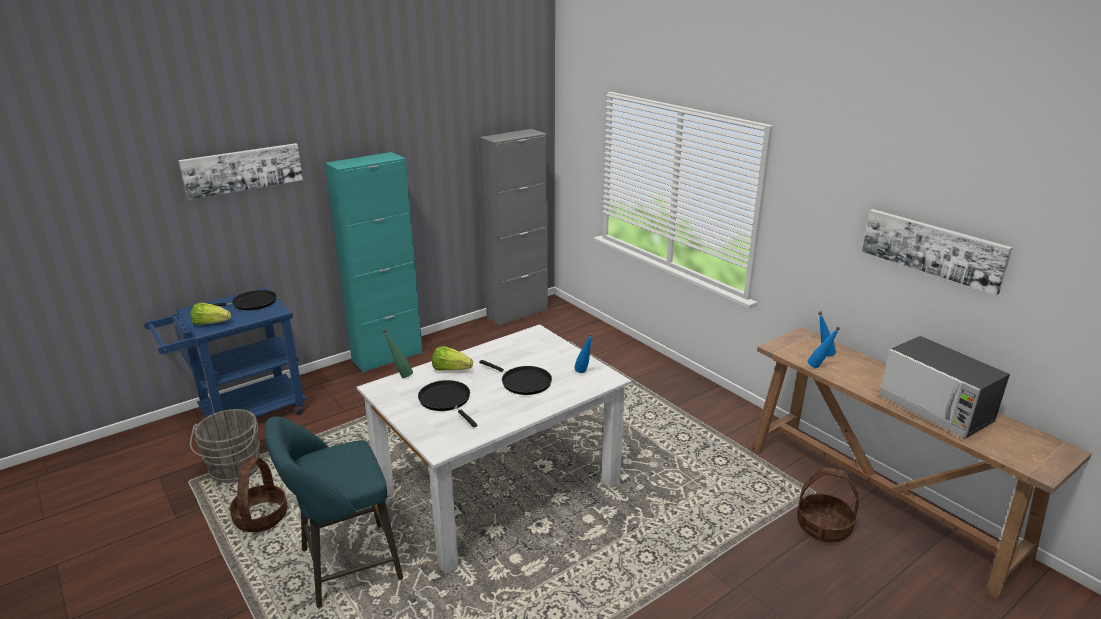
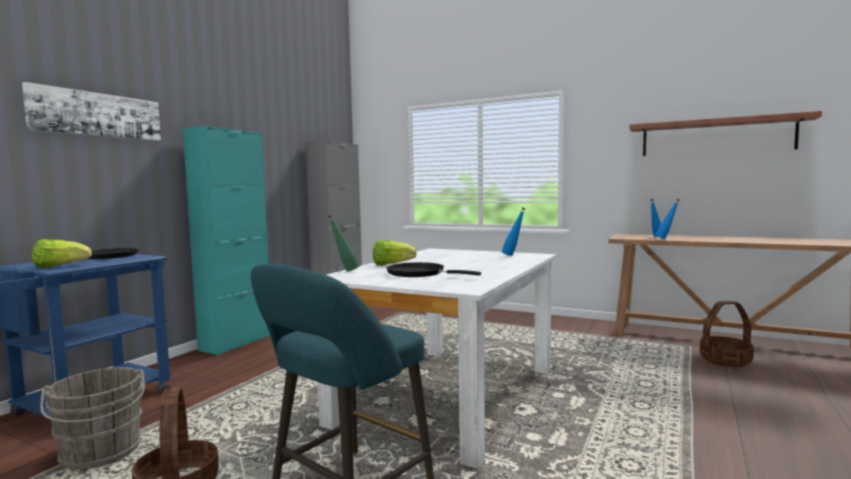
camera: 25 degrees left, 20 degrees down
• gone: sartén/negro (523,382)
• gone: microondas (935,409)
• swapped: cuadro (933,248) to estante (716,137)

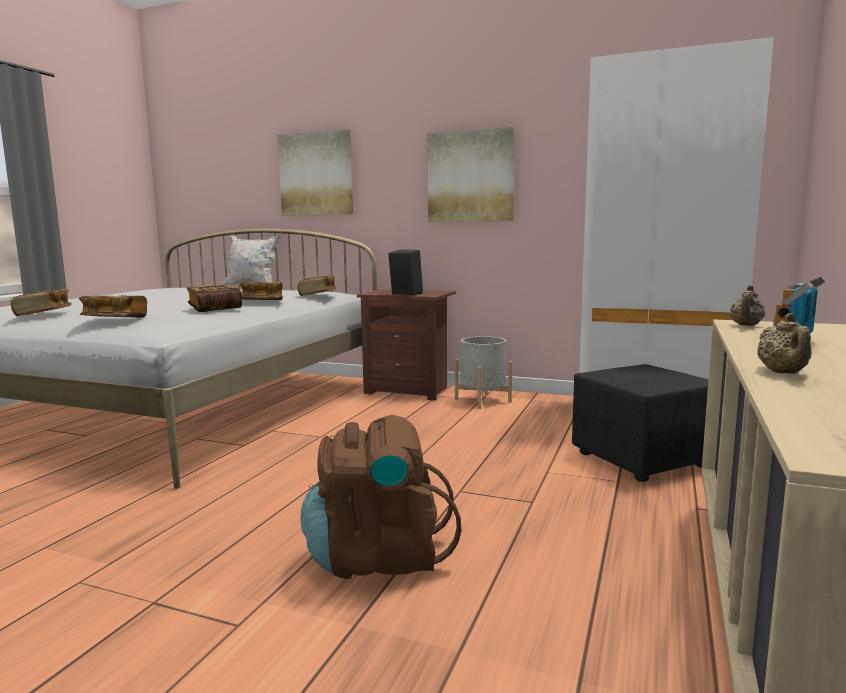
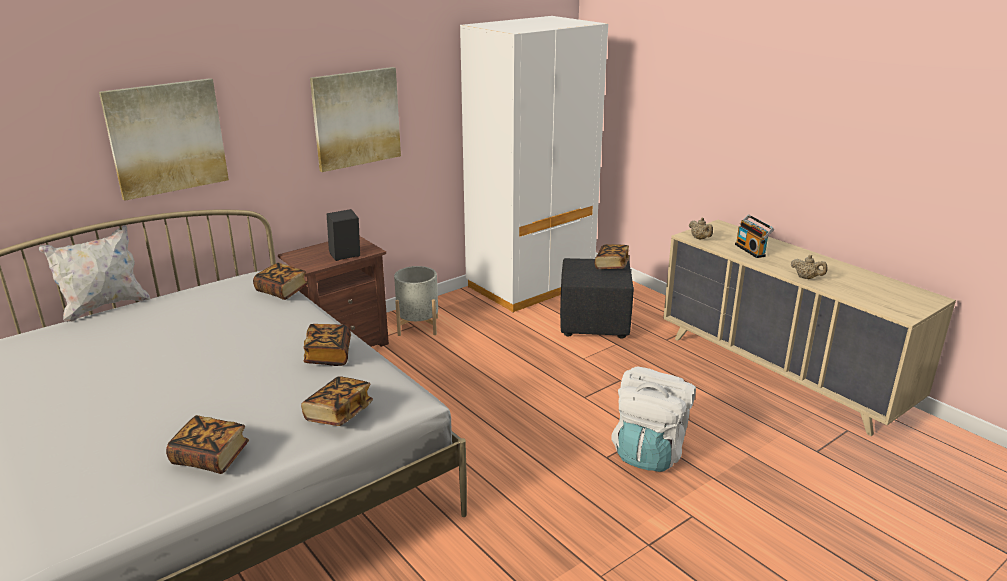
camera: 60 degrees left, 15 degrees up
• shifted: libro (262,301) to (611,265)
• repainted: mochila/marrón (378,557) to mochila/blanco (649,452)

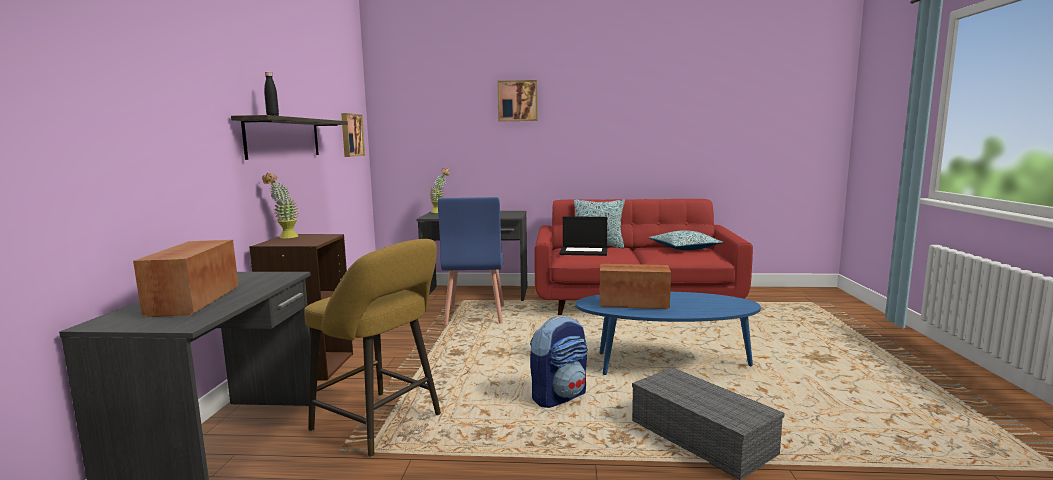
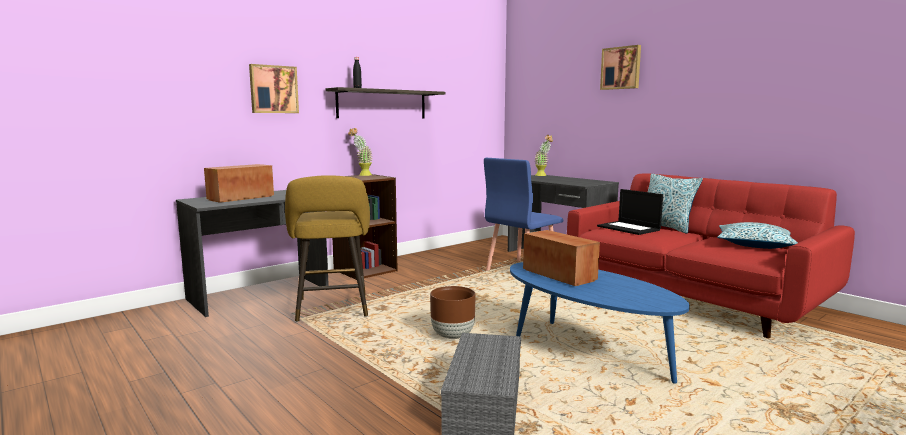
camera: 45 degrees right, 0 degrees up
• shifted: cuadro (351,135) to (273,89)
• swapped: mochila (559,396) to maceta/marrón (453,336)

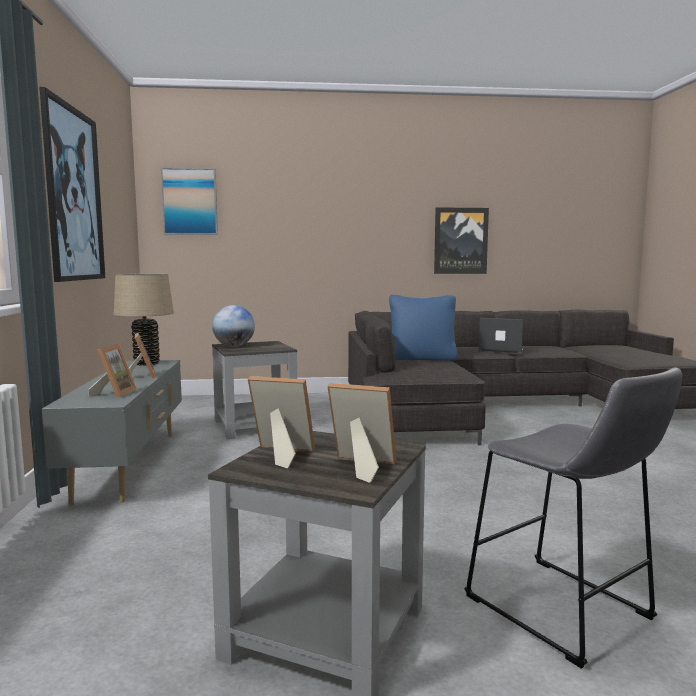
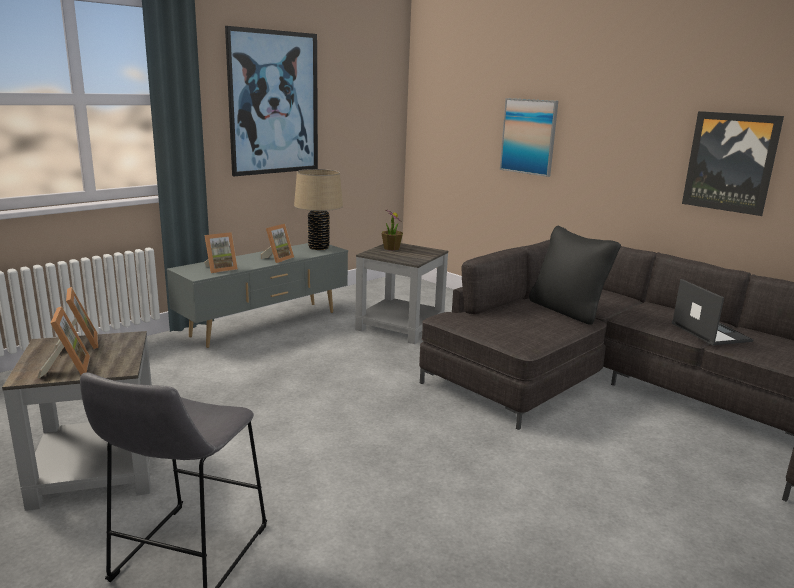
camera: 50 degrees right, 10 degrees up
• shifted: cuadro (190,202) to (529,136)
• swapped: globo terráqueo (234,346) to planta en maceta (391,248)
• repainted: cojín/azul (421,358) to cojín/negro (567,310)

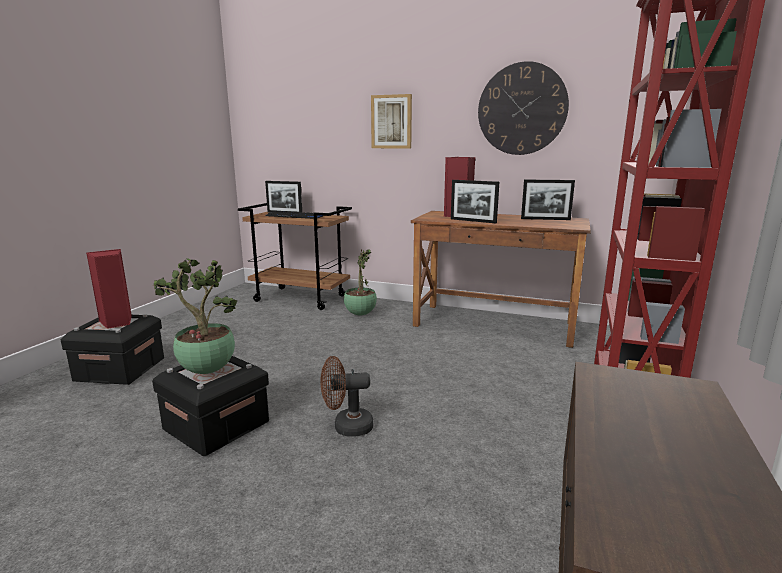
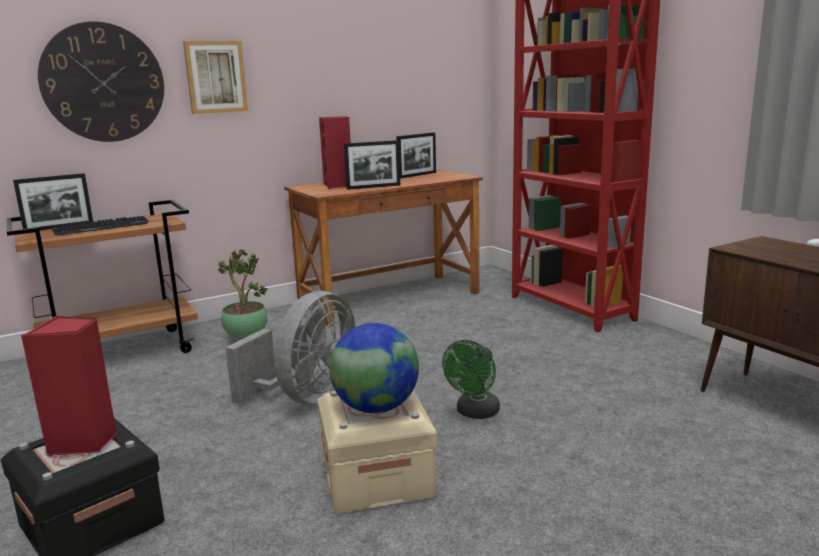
camera: 50 degrees left, 0 degrees up
• new: ventilador/gris (307,397)
• shifted: reloj de pared (522,109) to (103,83)
• swapped: planta en maceta (206,371) to globo terráqueo (376,407)
• repainted: caja de almacenaje/negro (216,425) to caja de almacenaje/beis (377,478)
• repainted: ventilador/marrón (346,427) to ventilador/verde (475,413)

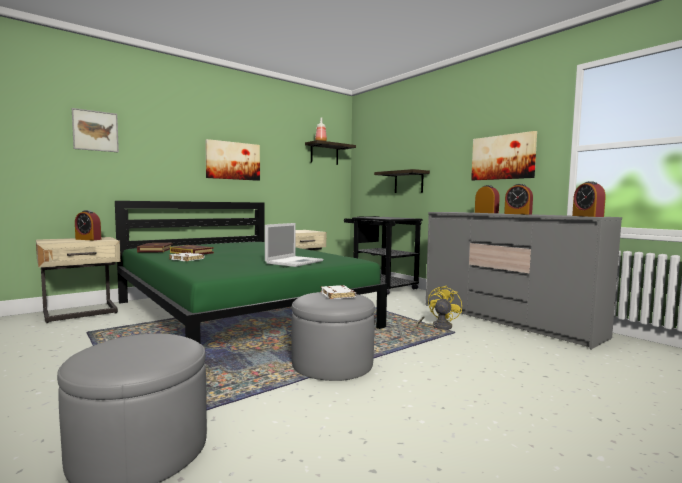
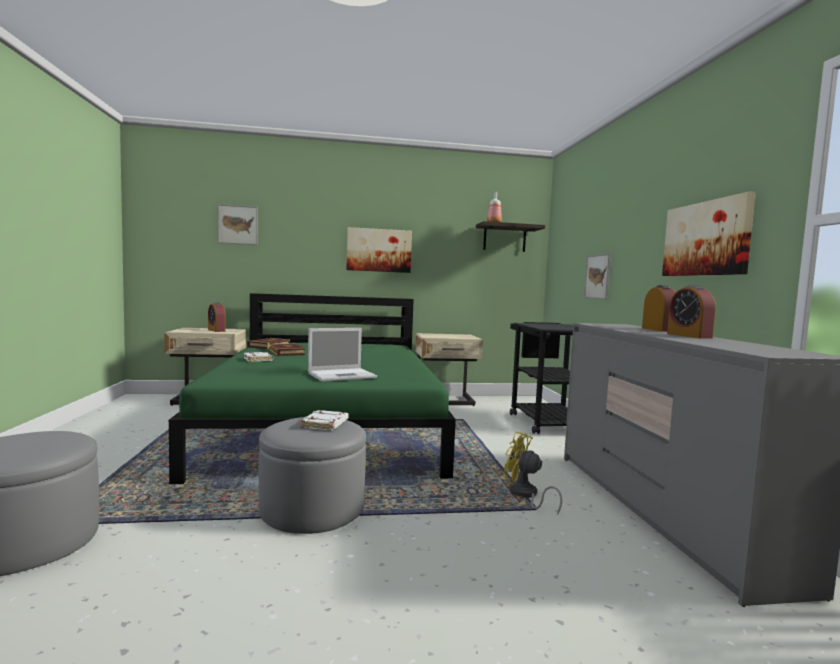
camera: 30 degrees right, 0 degrees up
• gone: despertador (587,216)
• swapped: estante (408,182) to cuadro (597,276)
• rotated: ventilador/amarillo (437,327) = (525,495) 120 degrees counterclockwise

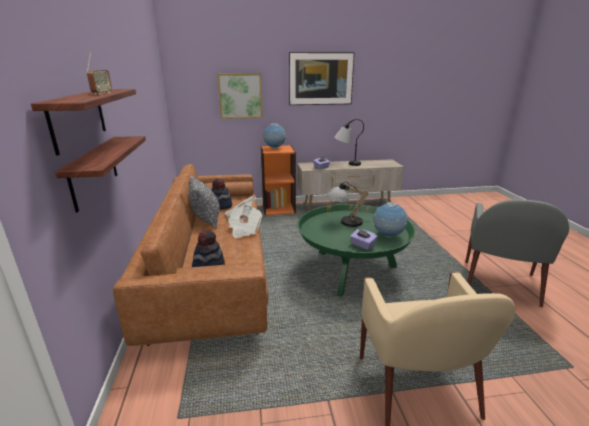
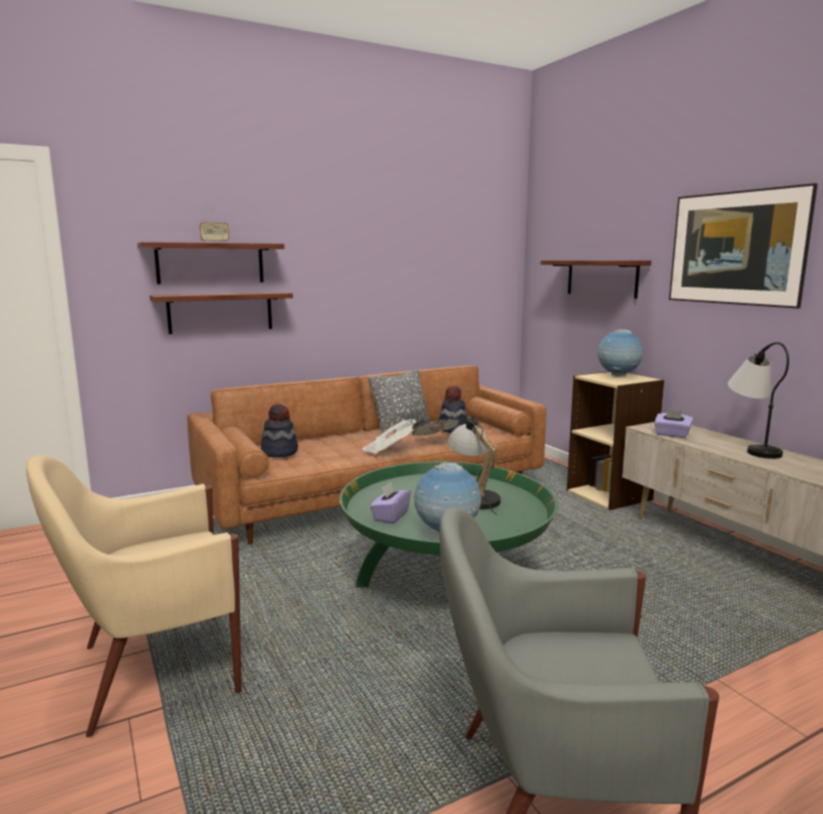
camera: 70 degrees right, 10 degrees down
• swapped: cuadro (240,96) to estante (602,278)
• repainted: estantería/naranja (278,208) to estantería/beis (609,495)

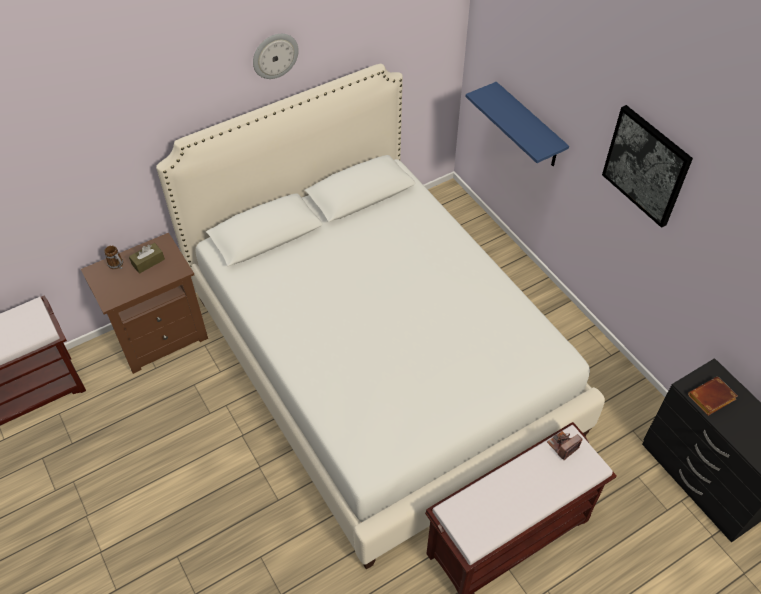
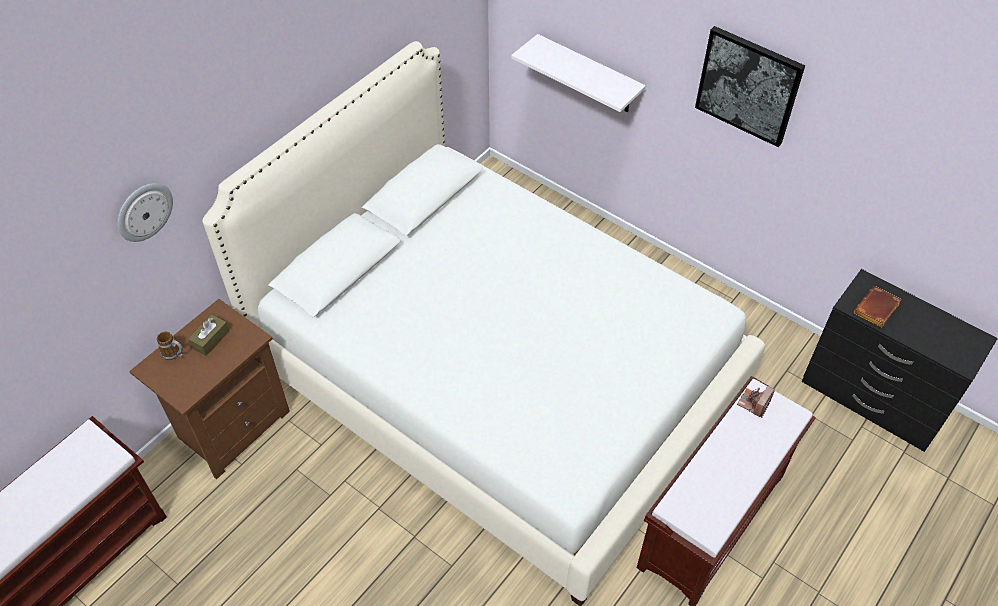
camera: 20 degrees left, 0 degrees up
• shifted: reloj de pared (275,55) to (144,211)
• repainted: estante/azul (529,126) to estante/blanco (588,75)

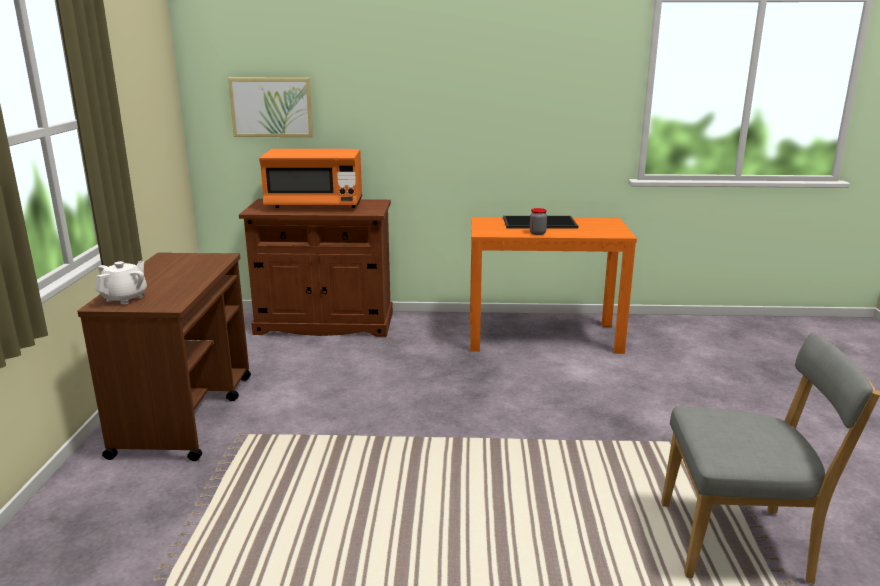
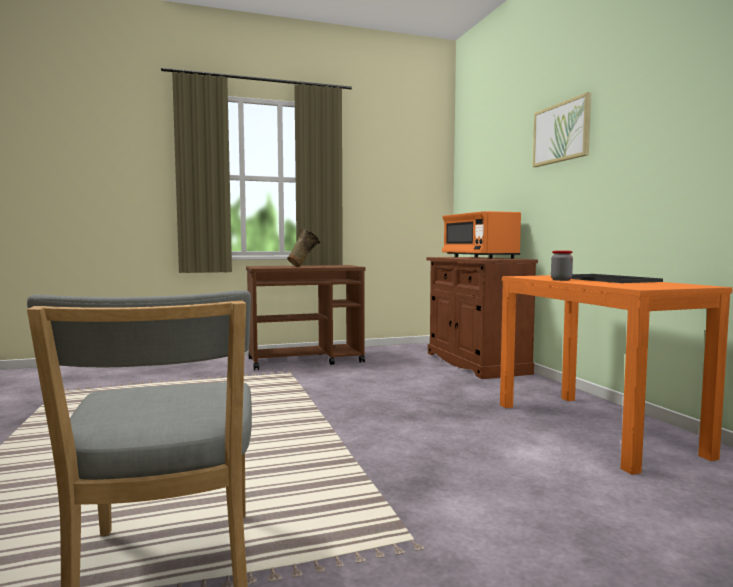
camera: 70 degrees right, 15 degrees down
• gone: tetera/blanco (125,298)
• new: florero/beis (304,266)
• shifted: cuadro (271,107) to (561,132)

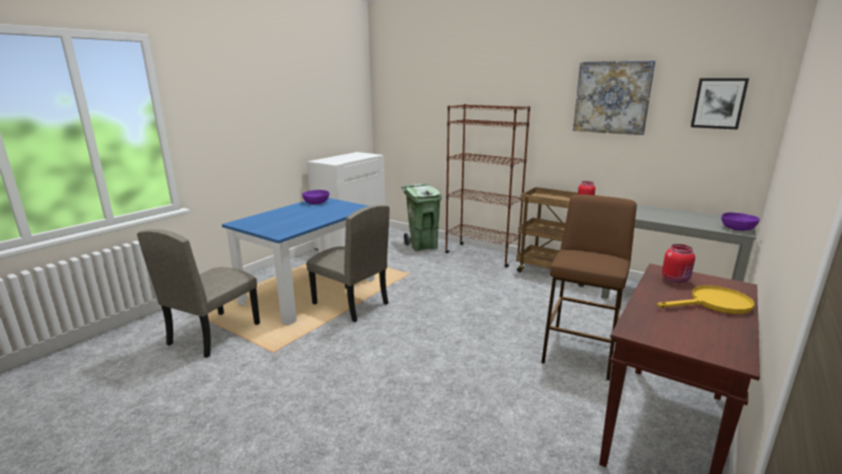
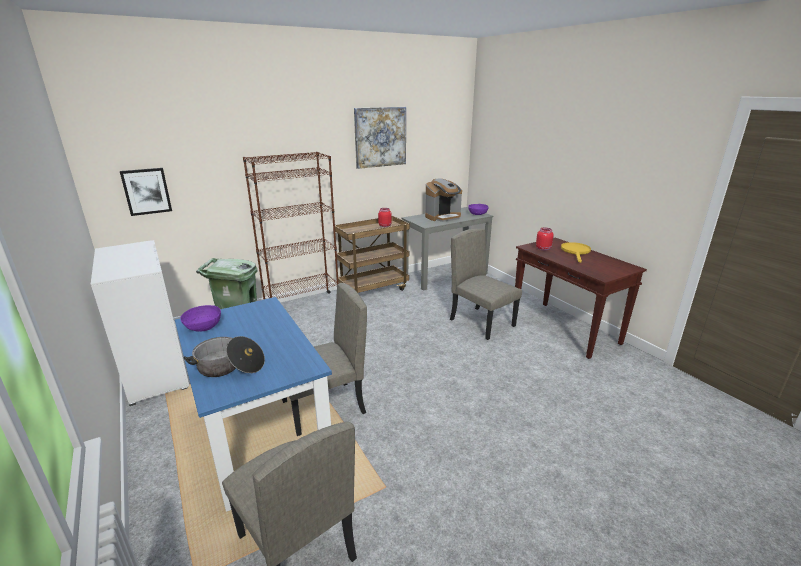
camera: 65 degrees left, 5 degrees up
• new: olla (229,367)
• new: cafetera (443,217)
• shifted: cuadro (718,103) to (146,191)
• swapped: taburete/marrón (580,350) to silla/beis (482,322)

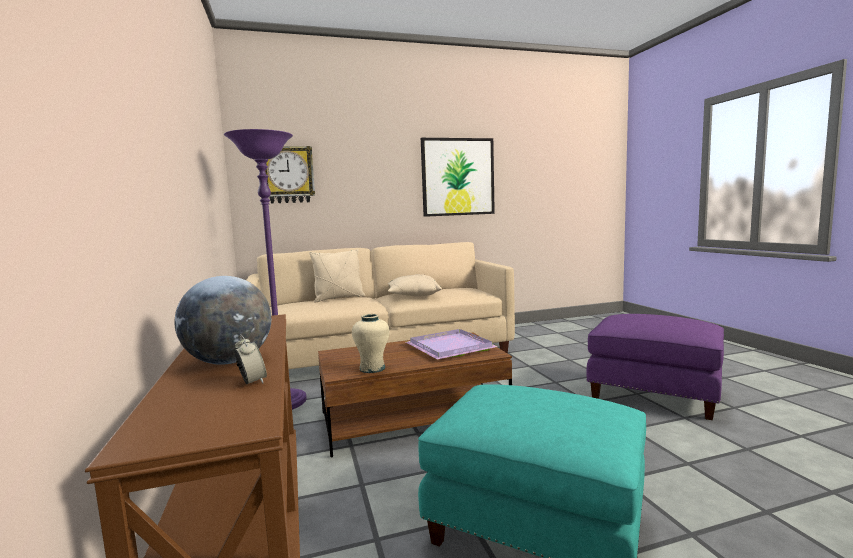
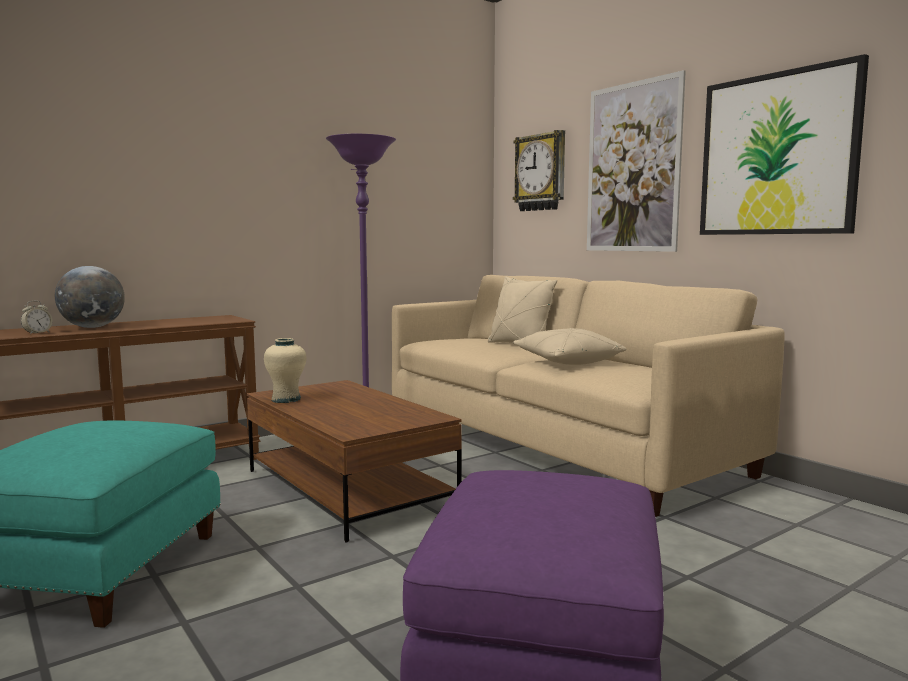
camera: 70 degrees right, 0 degrees up
• gone: bandeja/morado (452,347)
• new: cuadro (632,167)

